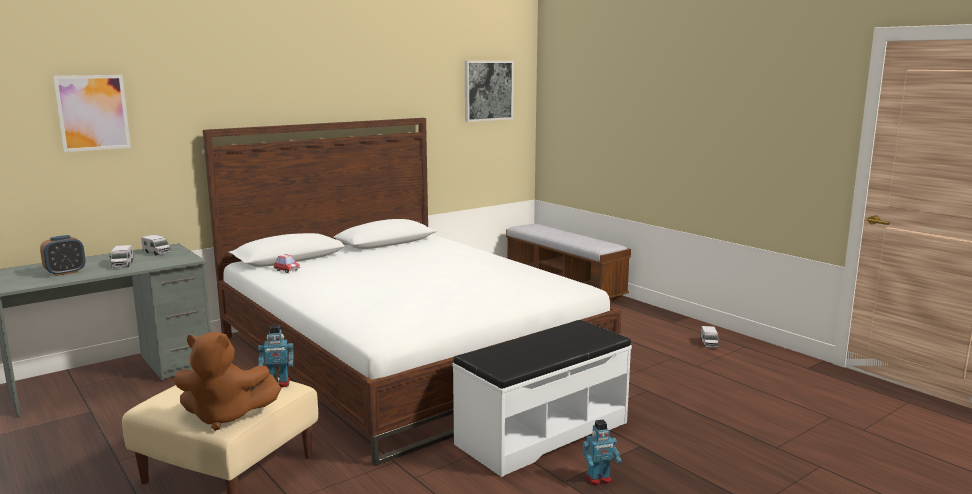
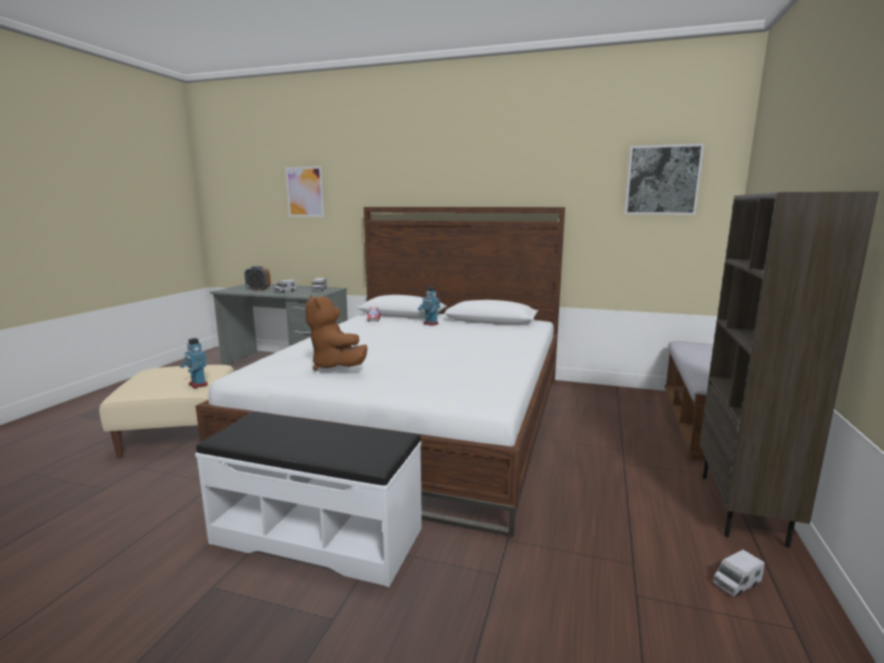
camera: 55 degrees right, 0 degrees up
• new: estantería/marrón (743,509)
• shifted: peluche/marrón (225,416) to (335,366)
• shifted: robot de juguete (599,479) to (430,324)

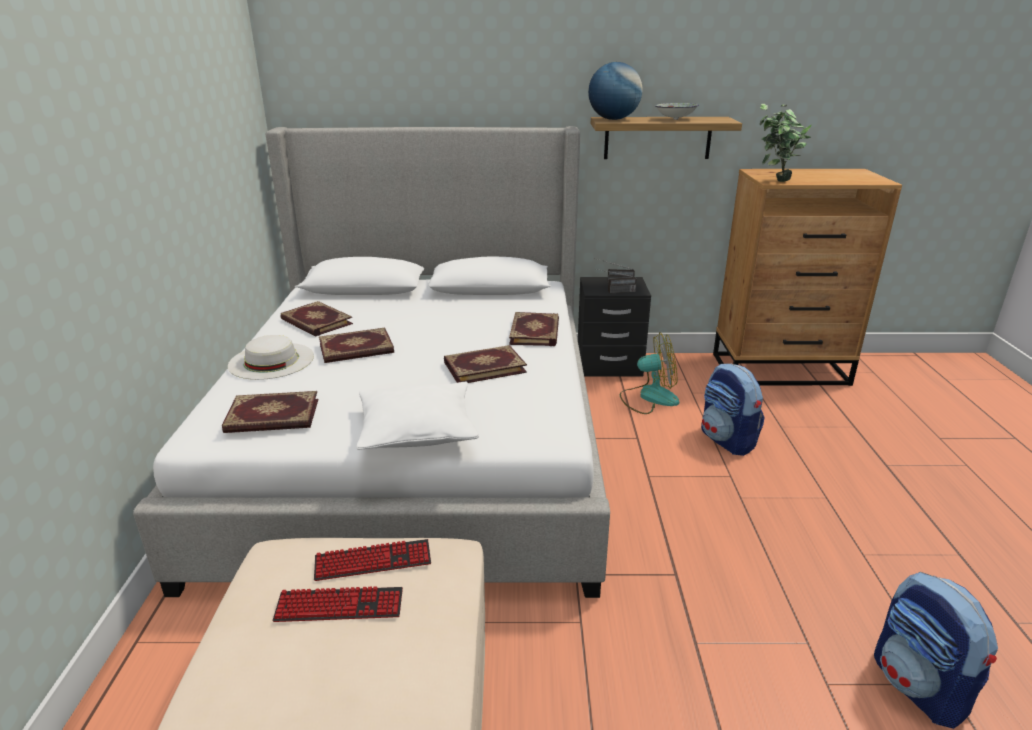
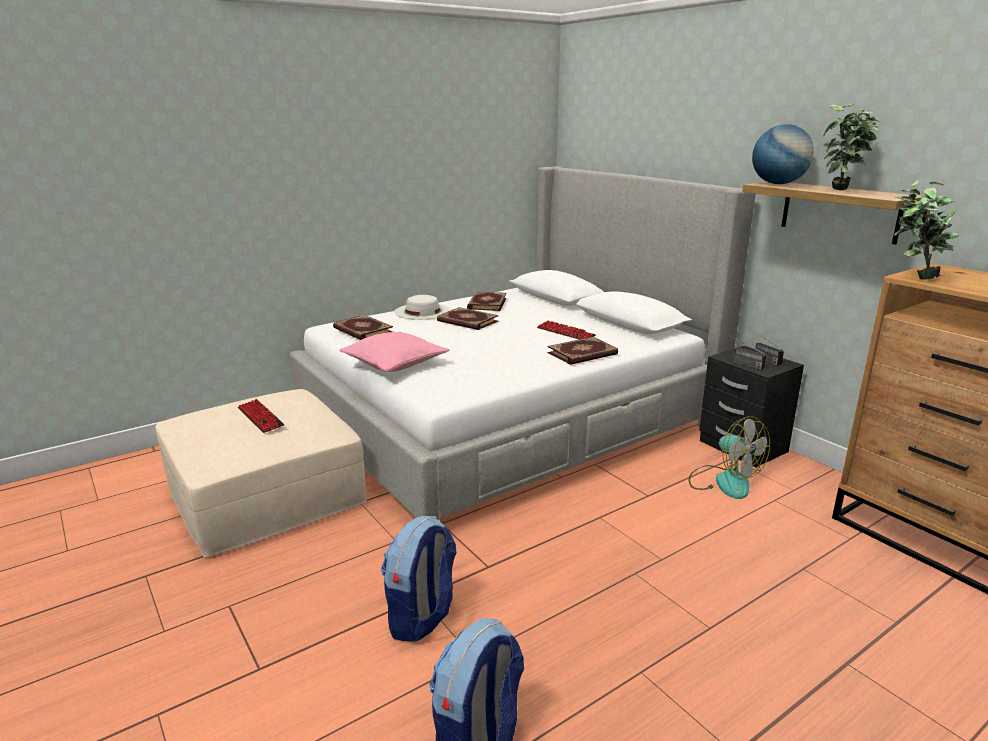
camera: 55 degrees right, 5 degrees down
• gone: libro (484,367)
• shifted: teclado (373,561) to (565,332)
• shifted: mochila (727,440) to (422,617)
• swapped: cuenco (676,119) to planta en maceta (841,190)
• repainted: cojín/blanco (417,431) to cojín/rosa (395,364)

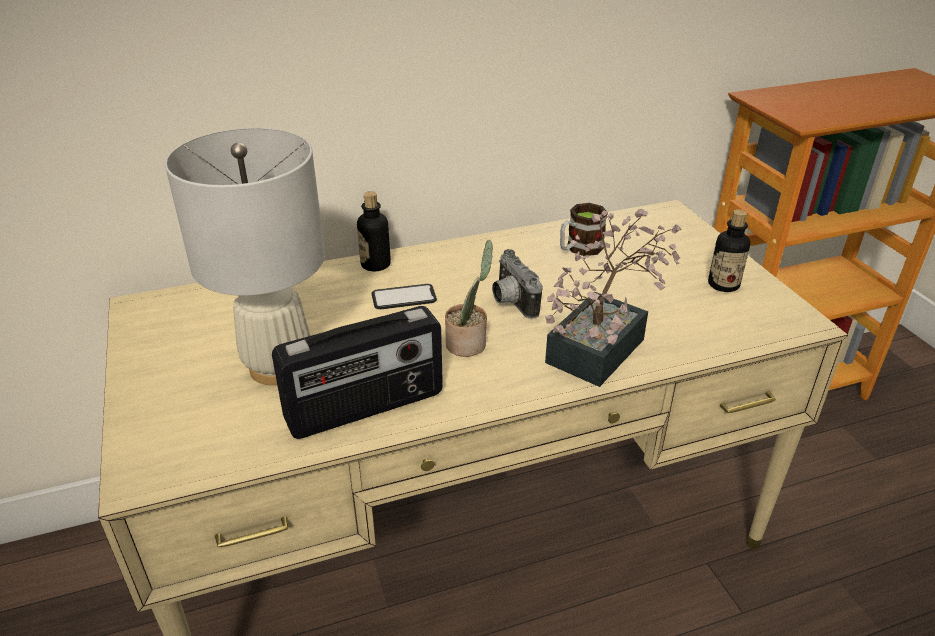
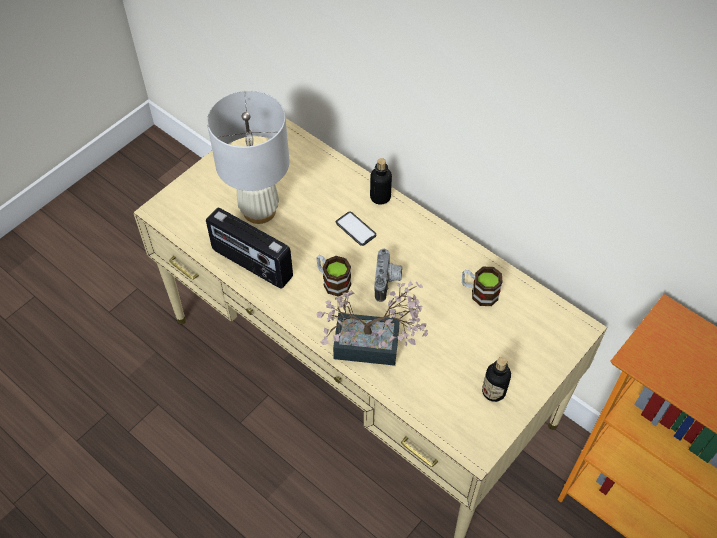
camera: 60 degrees right, 20 degrees up
• swapped: planta en maceta (468,343) to taza grande (332,281)
• rotated: cámara (510,302) = (388,282) 150 degrees clockwise

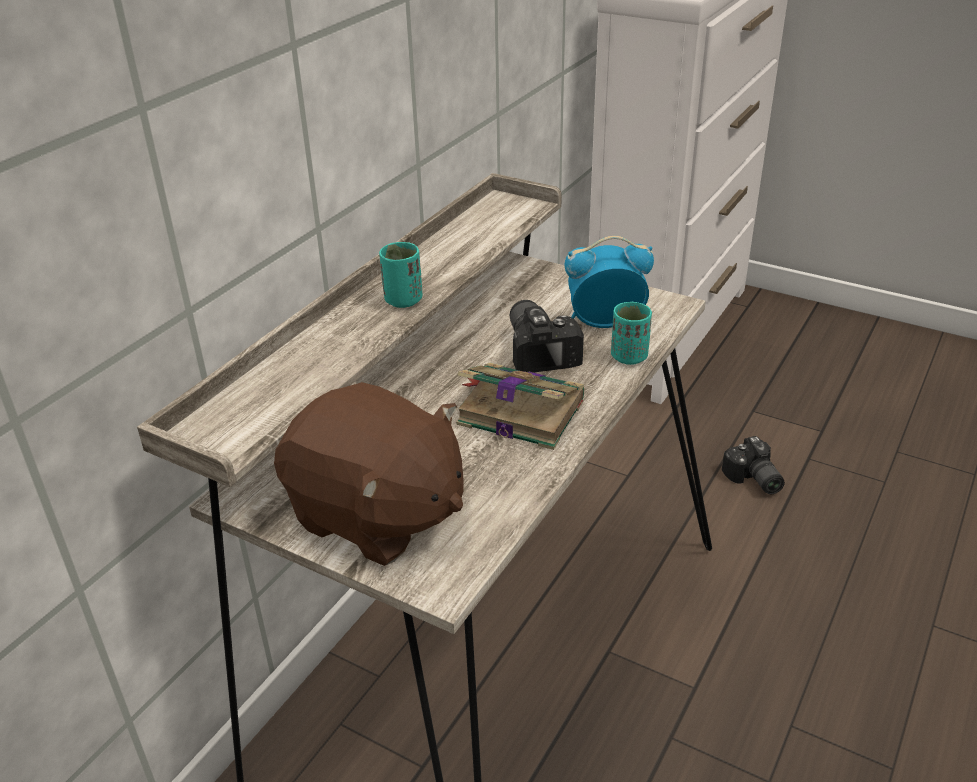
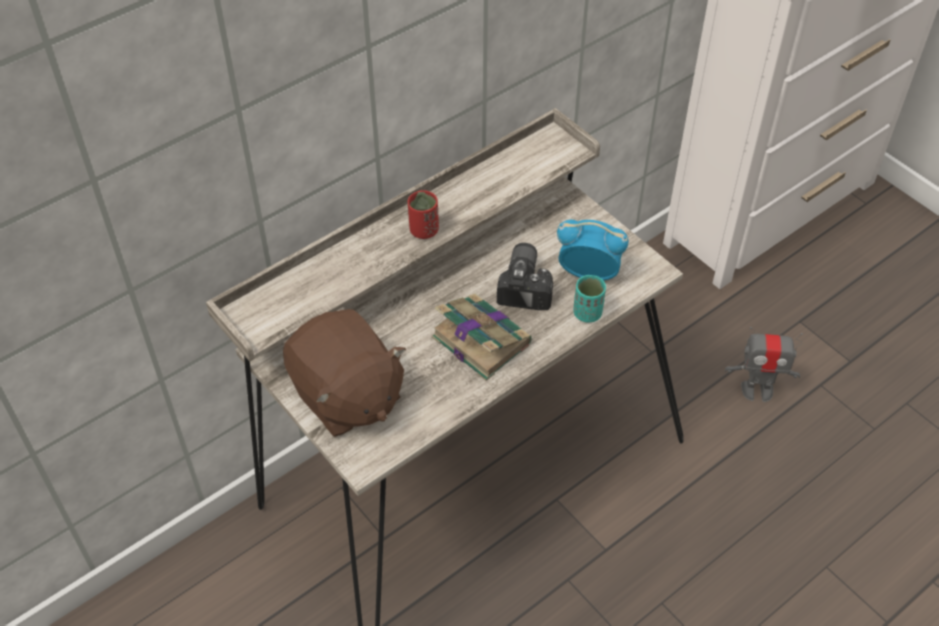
camera: 20 degrees right, 15 degrees up
• swapped: cámara (753,480) to robot de juguete (757,390)
• repainted: taza/turquesa (403,300) to taza/rojo (424,230)

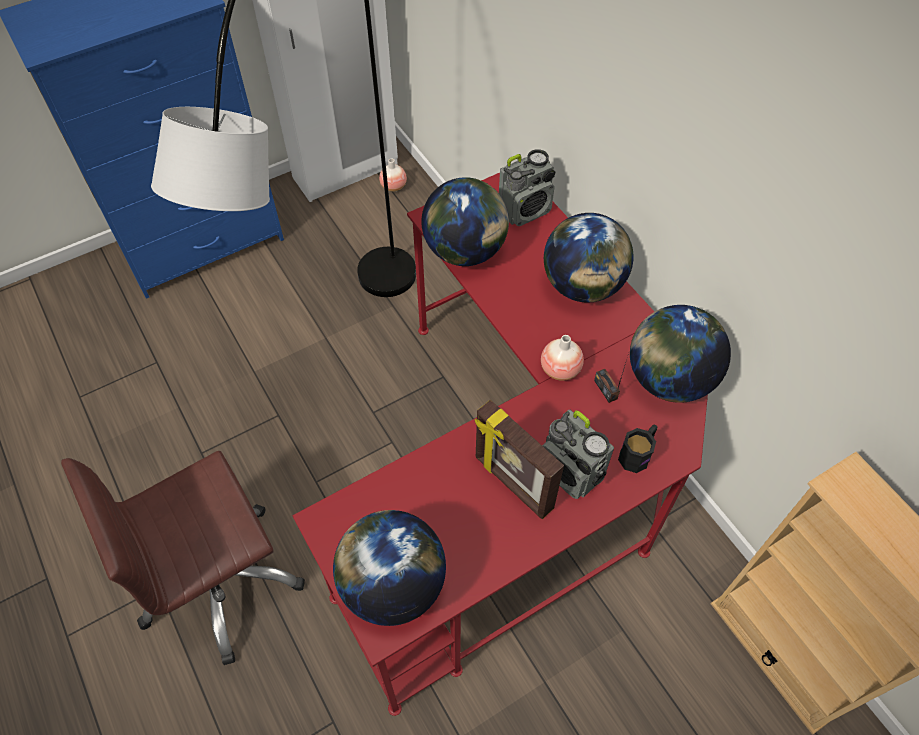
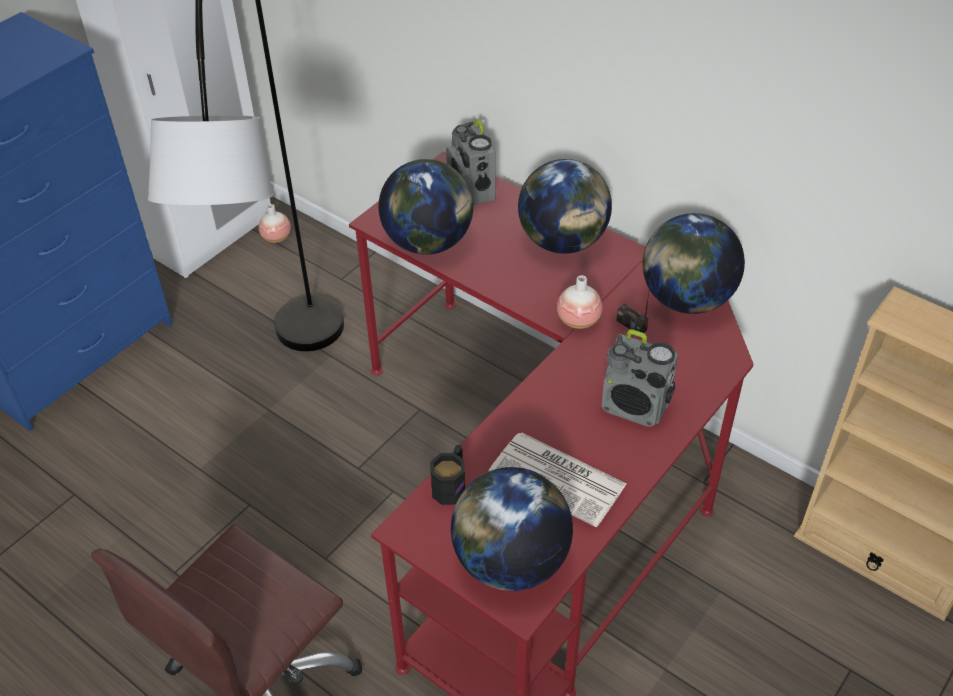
camera: 20 degrees left, 10 degrees down
• gone: portarretratos (512,483)
• new: periódico (559,479)
• shifted: taza grande/negro (637,454) to (451,484)
• rotated: radio (525,211) = (471,191) 120 degrees clockwise

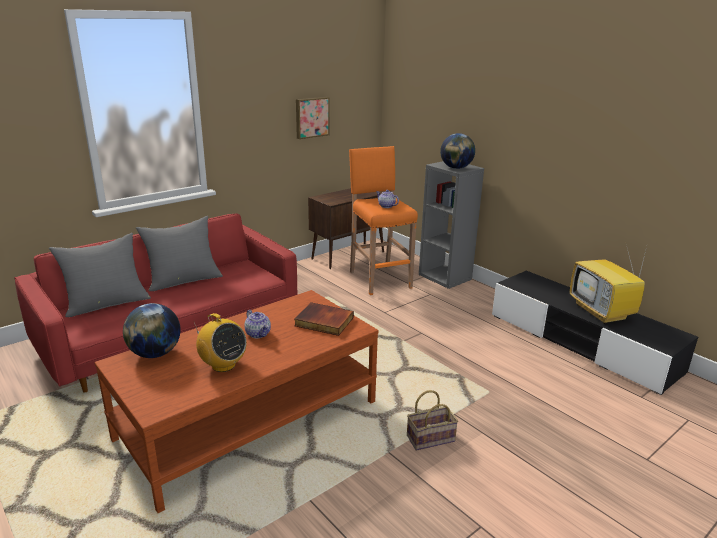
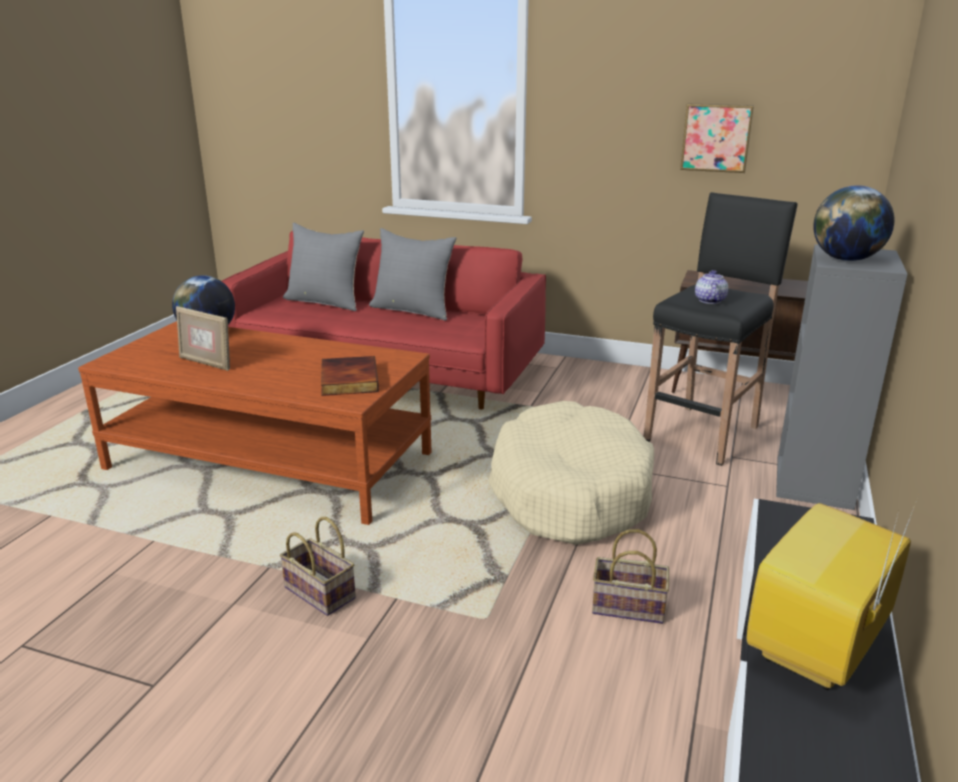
camera: 60 degrees right, 0 degrees up
• gone: tetera (258,334)
• new: cama para perro/beis (569,492)
• new: cesta (626,608)
• swapped: radio (223,365) to portarretratos (206,363)
• repainted: taburete/naranja (379,279) to taburete/negro (703,433)

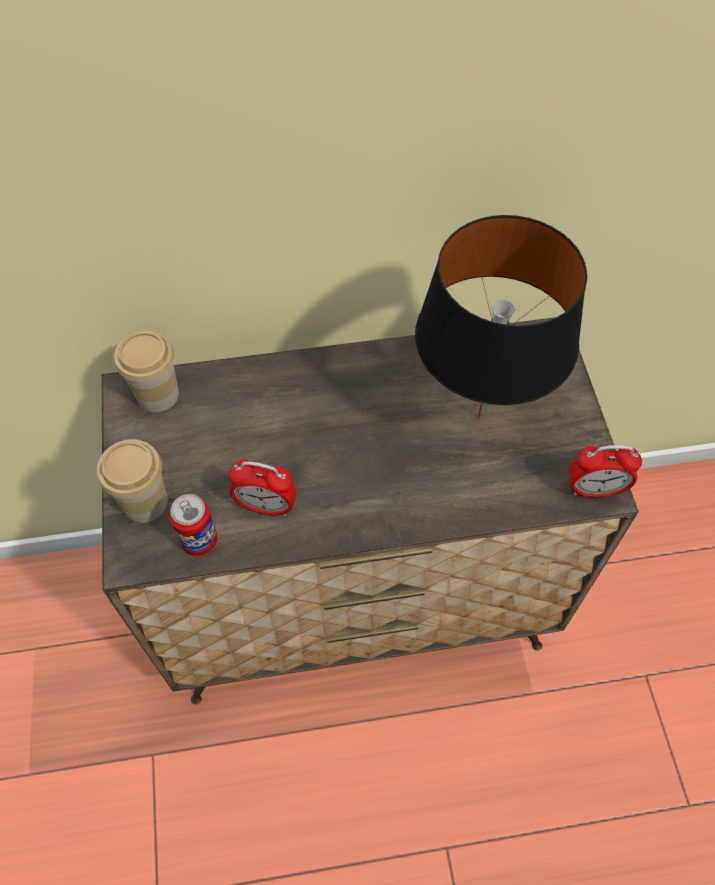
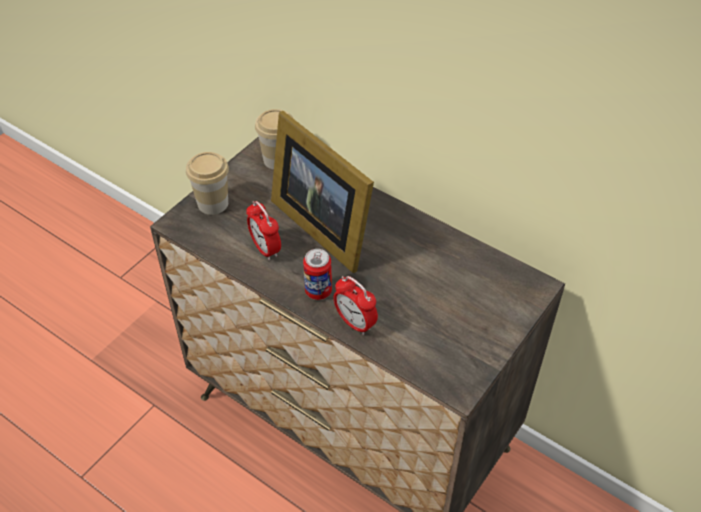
camera: 45 degrees right, 10 degrees down
• gone: lámpara de mesa/negro (479,416)
• new: portarretratos (322,224)
• shifted: lata (199,540) to (318,291)
• shifted: despertador (594,490) to (355,323)

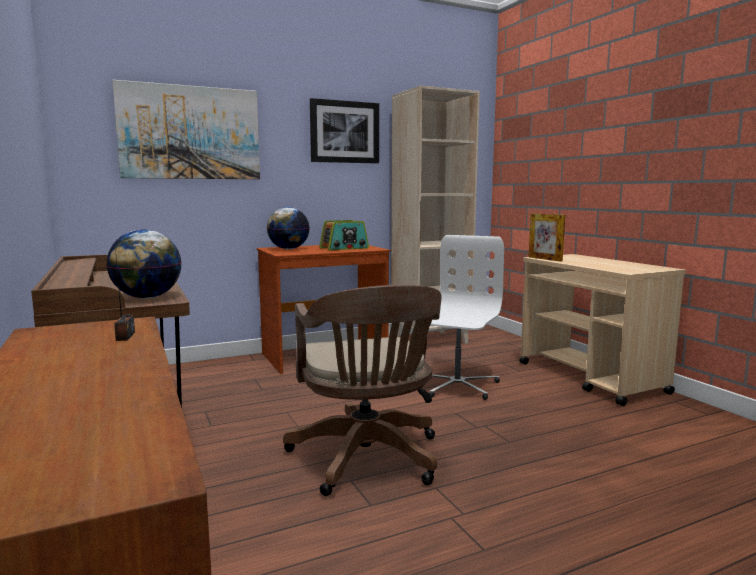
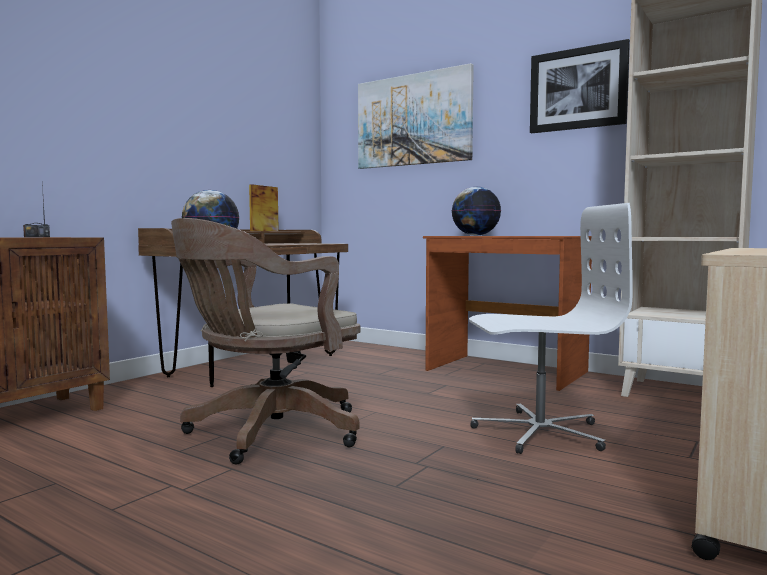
camera: 60 degrees right, 5 degrees down
• gone: radio (344,248)
• shifted: portarretratos (545,259) to (264,231)

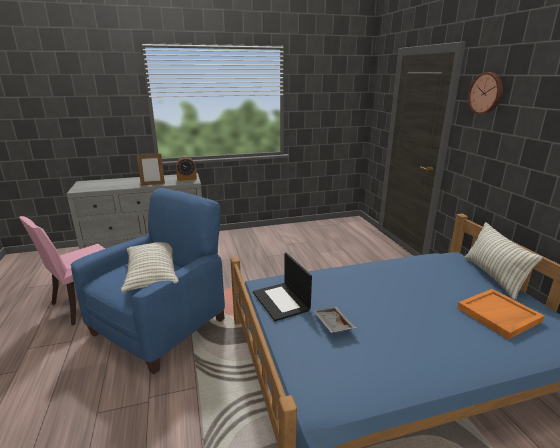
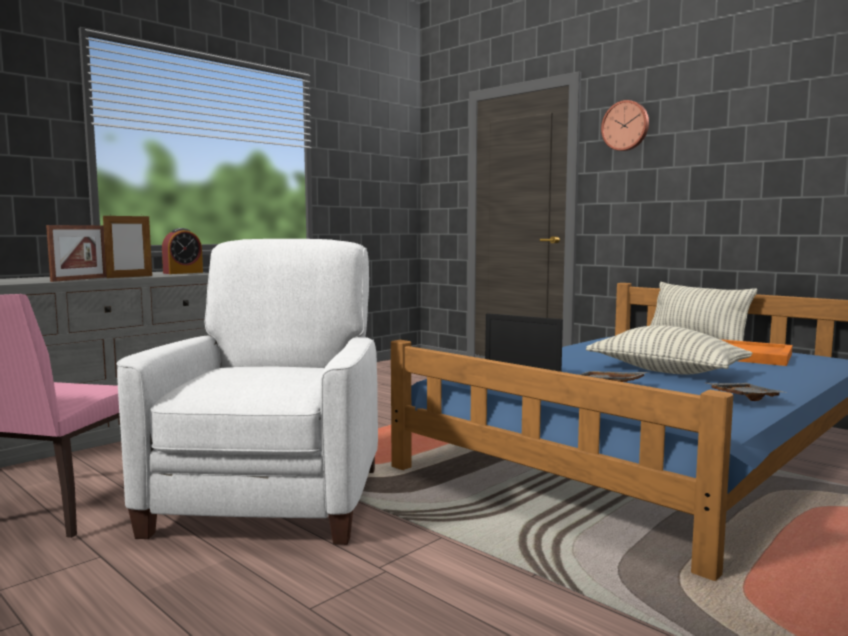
camera: 30 degrees left, 15 degrees down
• new: portarretratos (80,279)
• new: bandeja/gris (743,398)
• shifted: cojín (152,275) to (666,371)
• repainted: sillón/azul (161,325) to sillón/blanco (270,498)

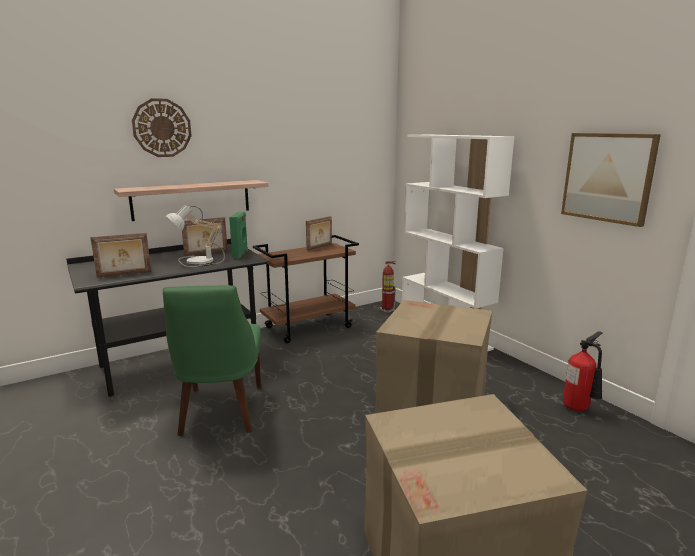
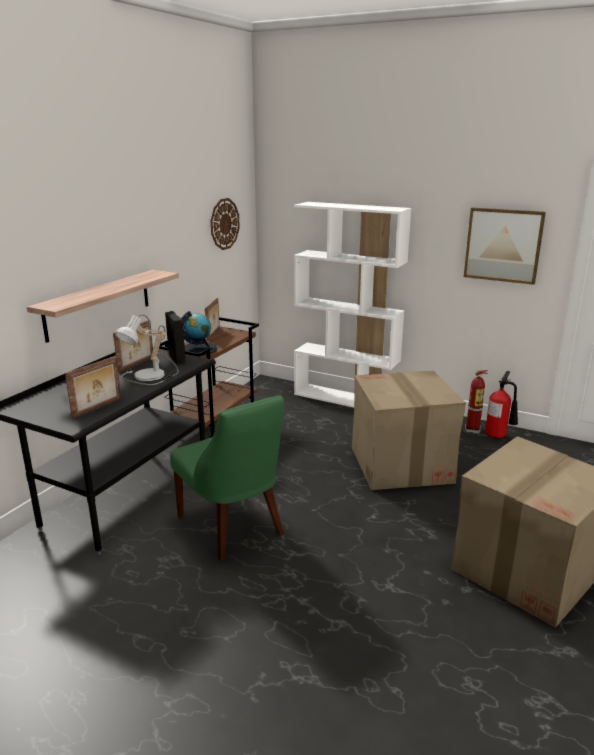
camera: 30 degrees left, 5 degrees up
• new: globo terráqueo (199,349)
• shifted: reloj de pared (162,128) to (224,224)
• shifted: extintor (387,310) to (473,430)
• repainted: altavoz/verde (241,254) to altavoz/negro (178,359)

